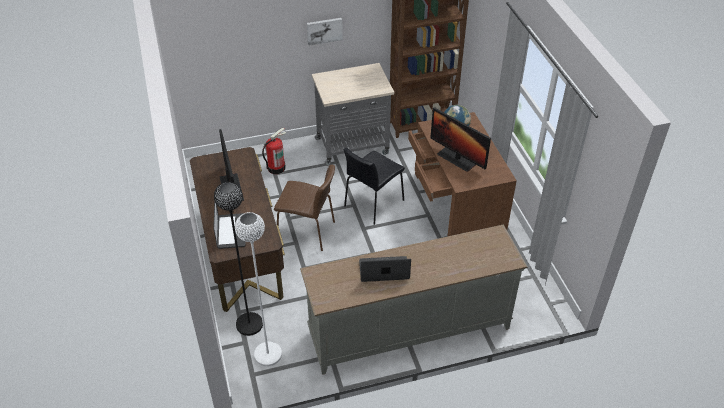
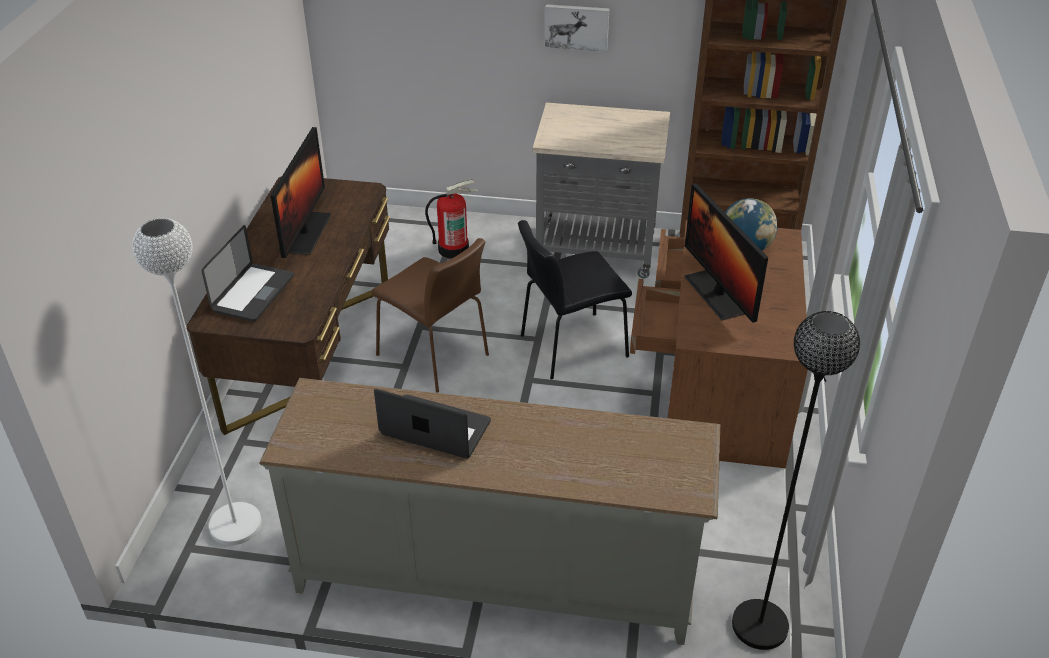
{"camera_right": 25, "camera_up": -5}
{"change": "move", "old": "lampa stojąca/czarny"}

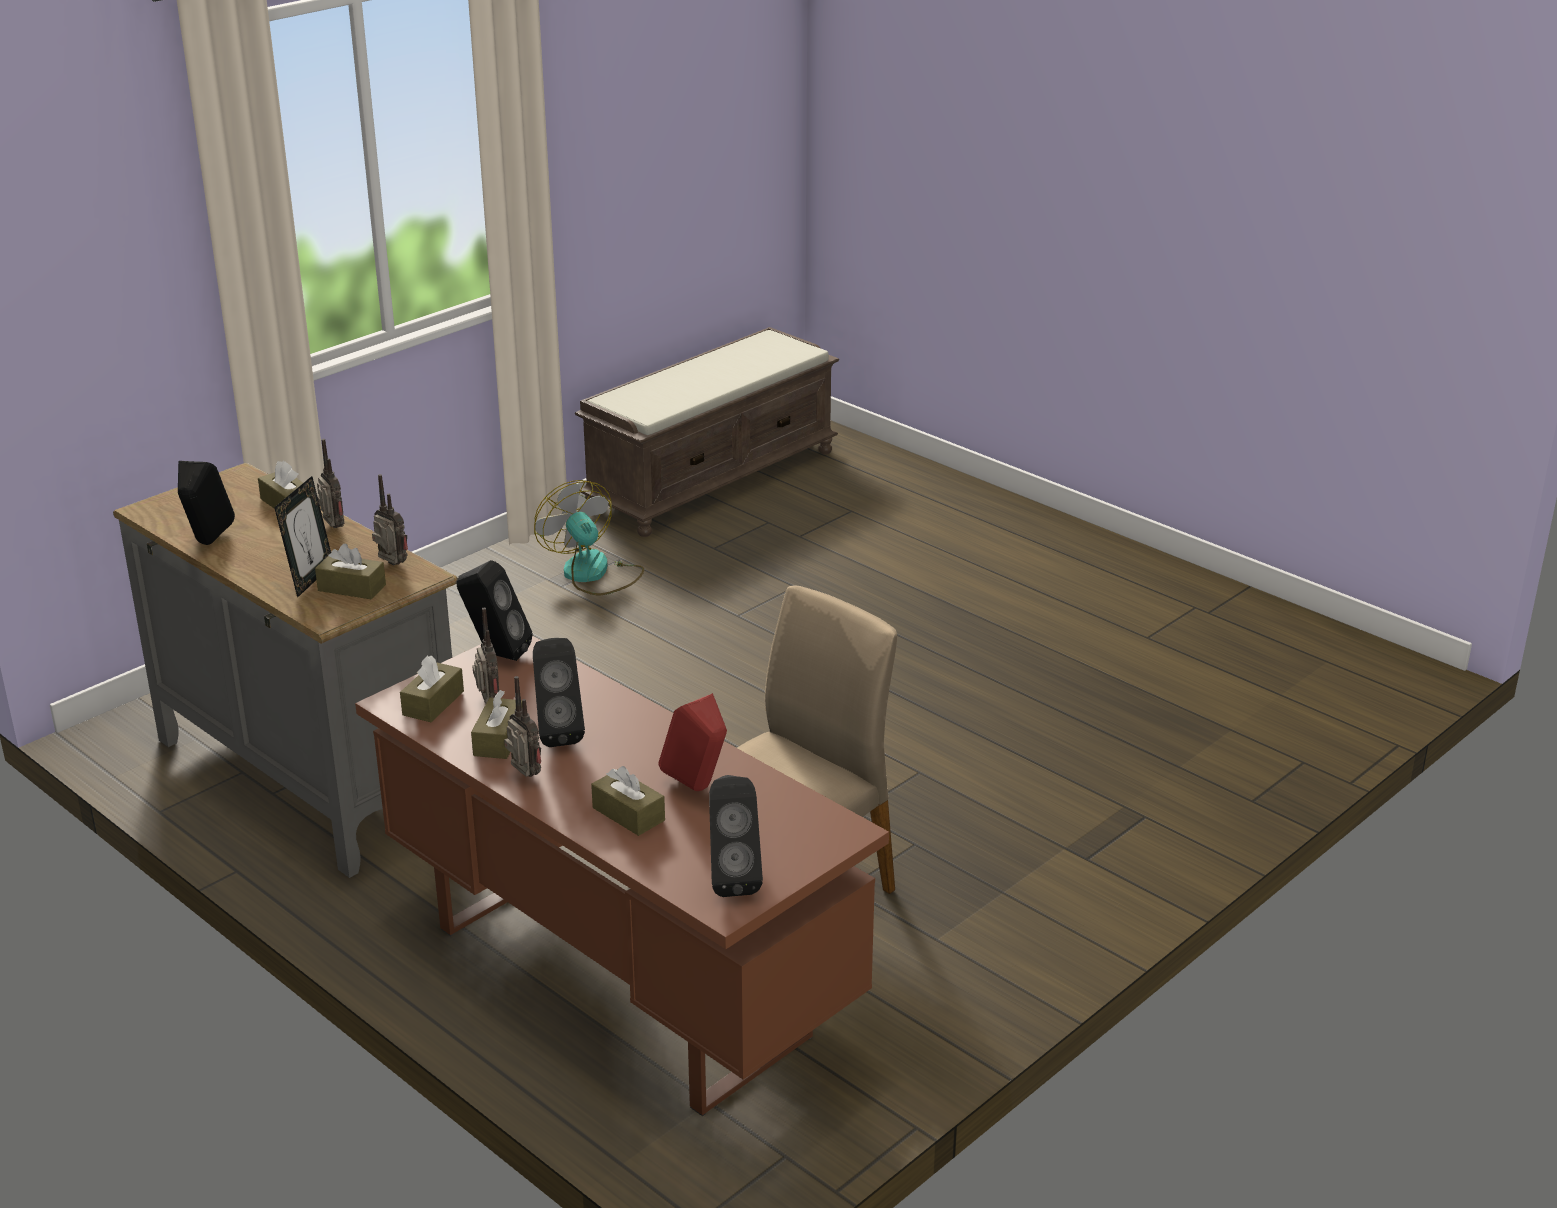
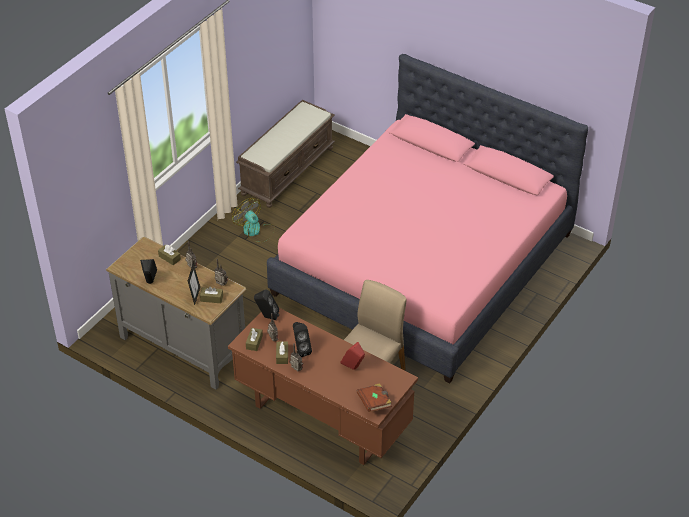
{"camera_right": -10, "camera_up": 15}
{"change": "delete", "old": "pudełko chusteczek/brązowy (5th from left)"}
{"change": "insert", "new": "łóżko/różowy"}
{"change": "replace", "old": "głośnik/czarny (4th from left)", "new": "książka/brązowy"}

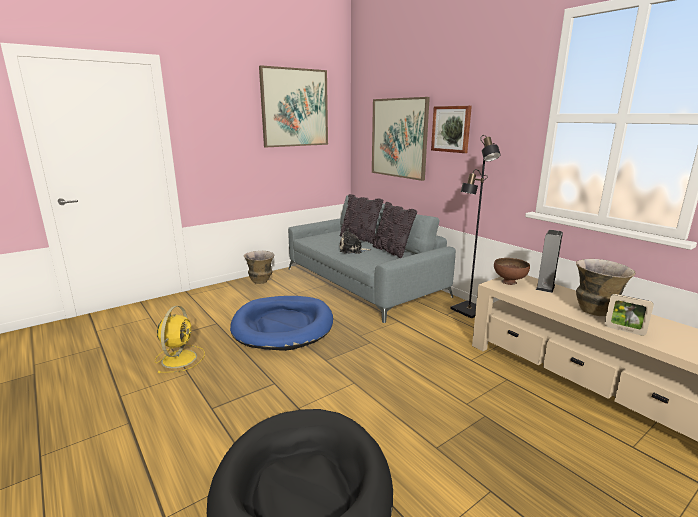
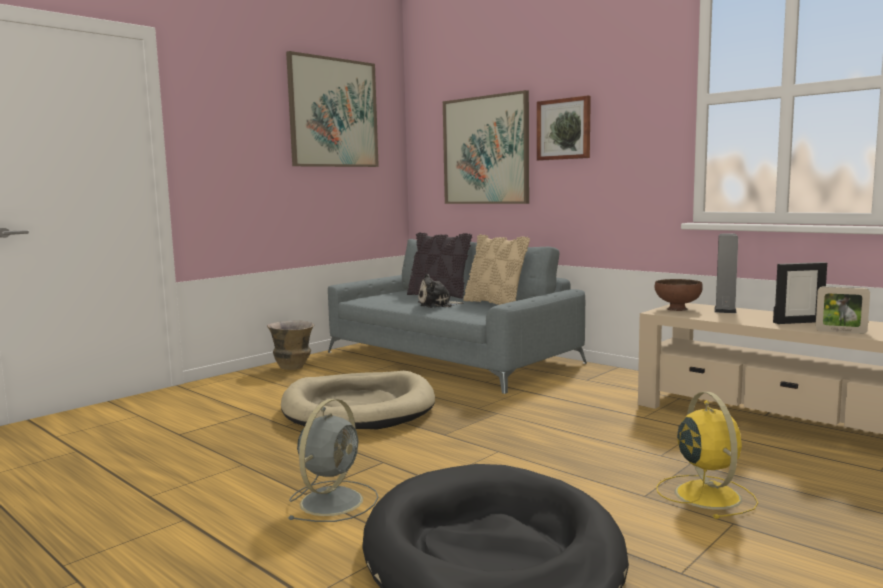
{"camera_right": -10, "camera_up": -10}
{"change": "delete", "old": "lampa stojąca/czarny"}
{"change": "insert", "new": "wentylator/szary"}
{"change": "move", "old": "wentylator/żółty"}
{"change": "replace", "old": "wazon (2nd from left)", "new": "ramka na zdjęcie (1st from left)"}
{"change": "recolor", "old": "legowisko/niebieski", "new": "legowisko/beżowy"}
{"change": "recolor", "old": "poduszka/czarny (2nd from left)", "new": "poduszka/beżowy"}

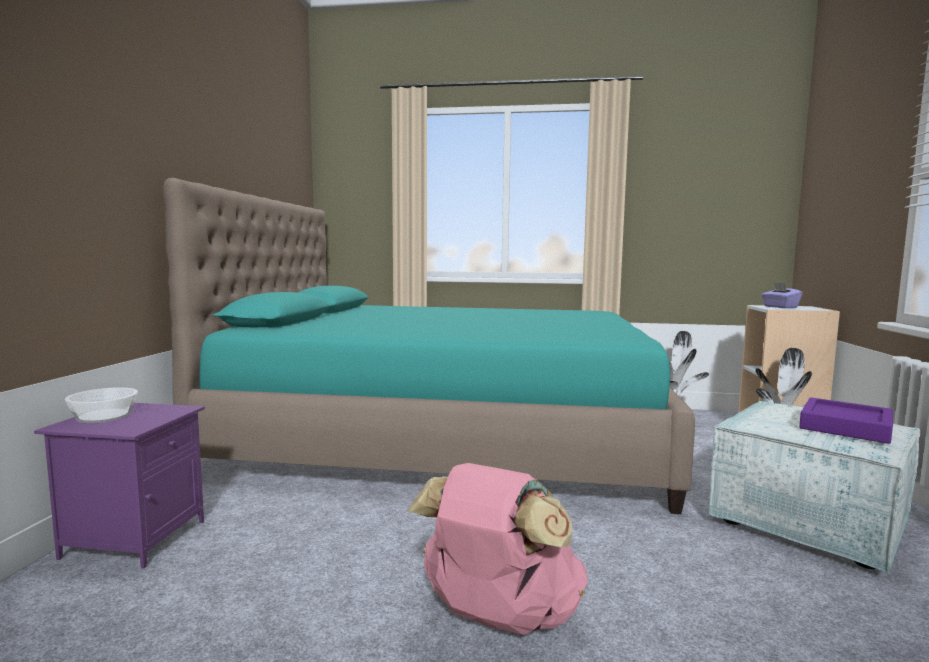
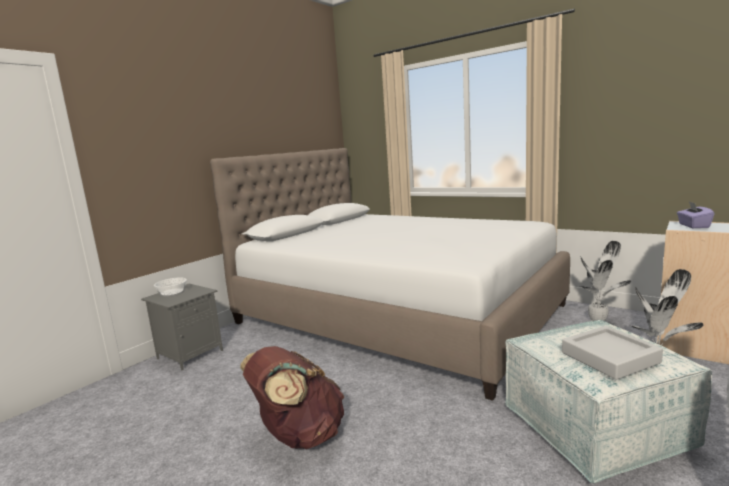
{"camera_right": 30, "camera_up": 5}
{"change": "recolor", "old": "szafka nocna/fioletowy", "new": "szafka nocna/szary"}
{"change": "recolor", "old": "łóżko/turkusowy", "new": "łóżko/biały"}
{"change": "recolor", "old": "plecak/różowy", "new": "plecak/brązowy"}
{"change": "recolor", "old": "taca/fioletowy", "new": "taca/szary"}

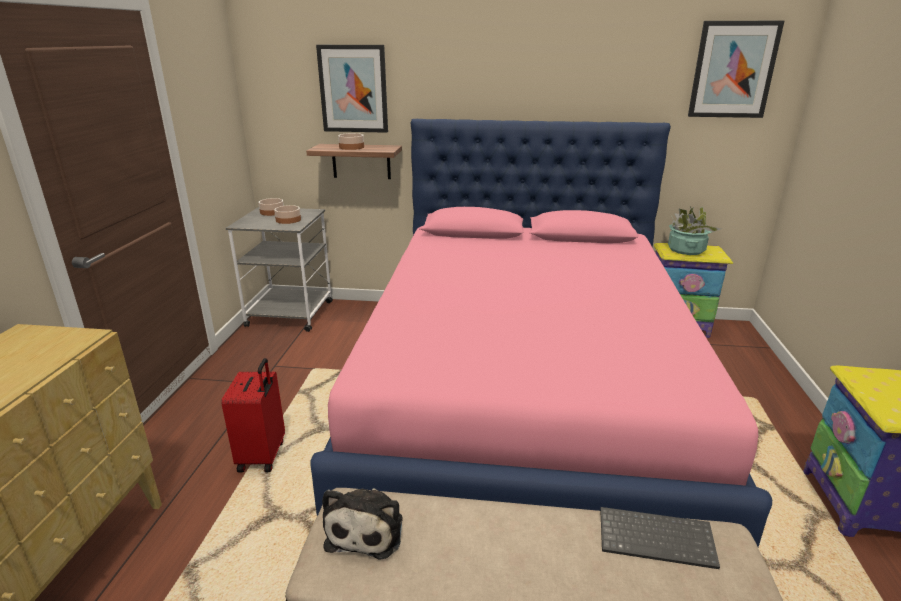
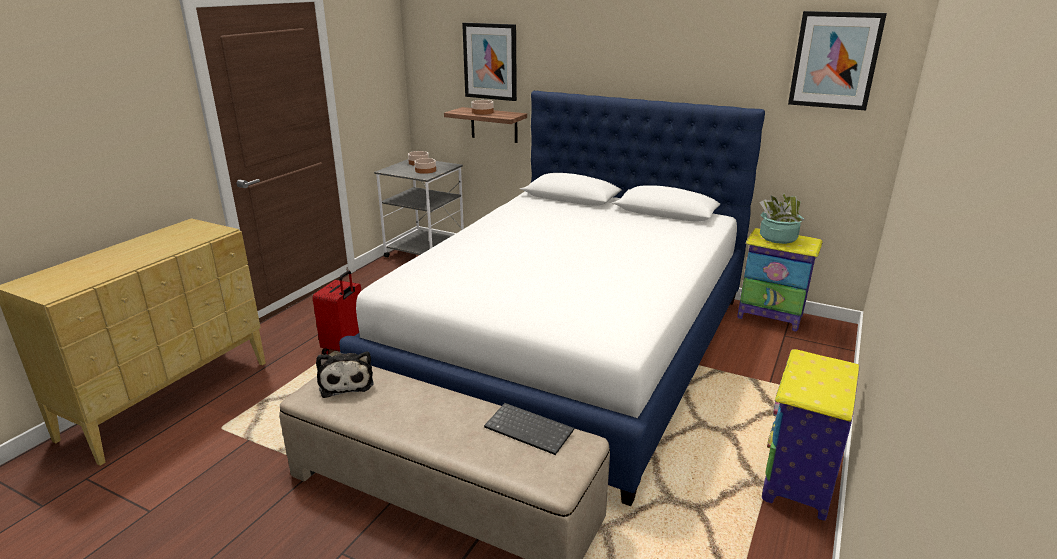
{"camera_right": 20, "camera_up": 0}
{"change": "recolor", "old": "łóżko/różowy", "new": "łóżko/biały"}
{"change": "rotate", "old": "pluszak", "degrees": -45}

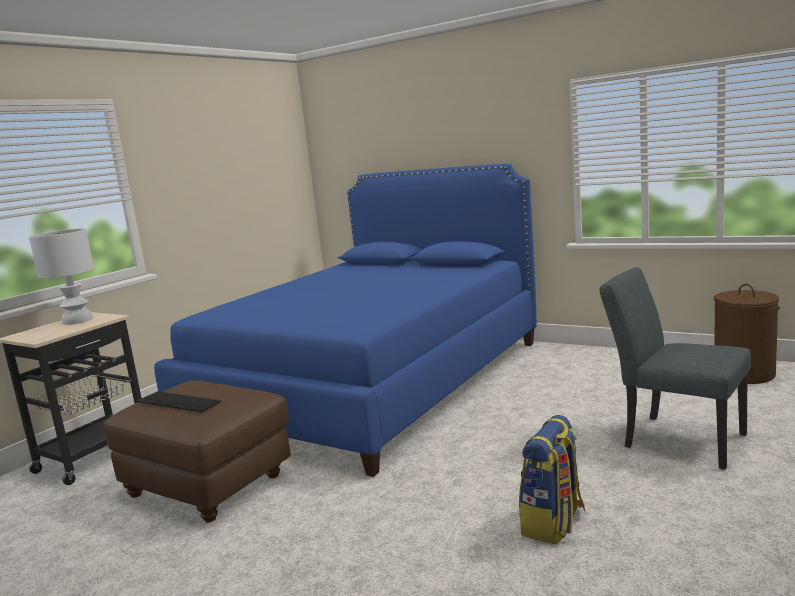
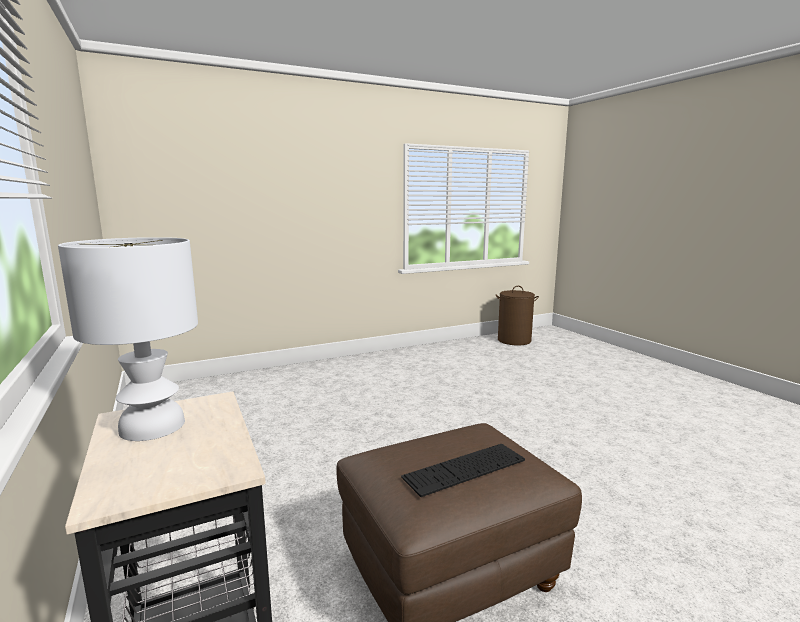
{"camera_right": -60, "camera_up": 0}
{"change": "delete", "old": "łóżko/niebieski"}
{"change": "delete", "old": "plecak"}
{"change": "delete", "old": "krzesło/szary"}

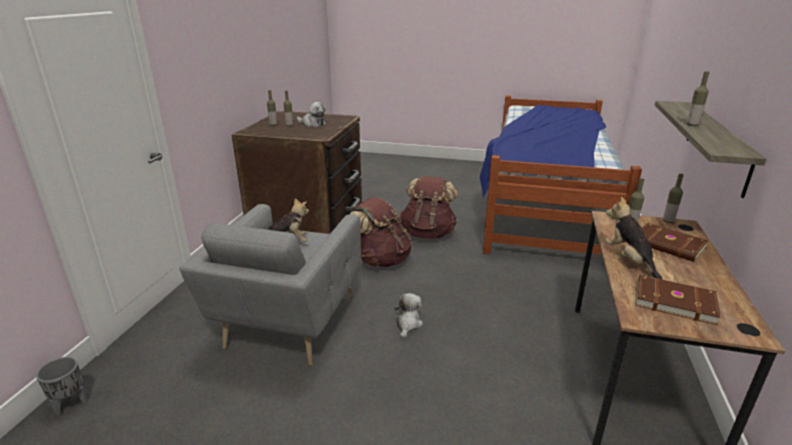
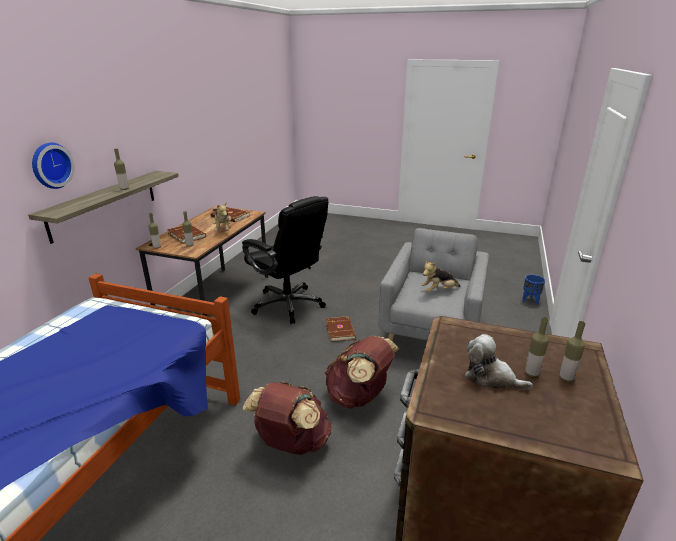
{"camera_right": -175, "camera_up": 0}
{"change": "insert", "new": "zegar ścienny"}
{"change": "insert", "new": "krzesło biurowe/czarny"}
{"change": "replace", "old": "pluszak (3rd from left)", "new": "książka/brązowy (3rd from left)"}
{"change": "recolor", "old": "donica/szary", "new": "donica/niebieski"}

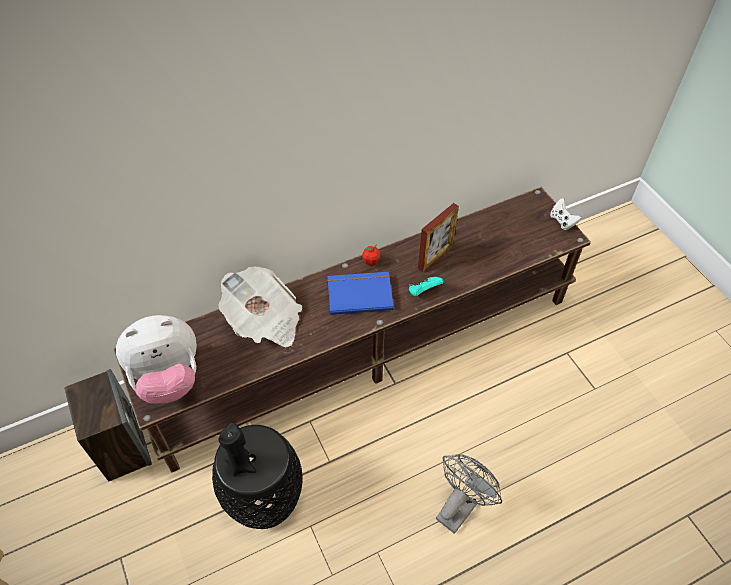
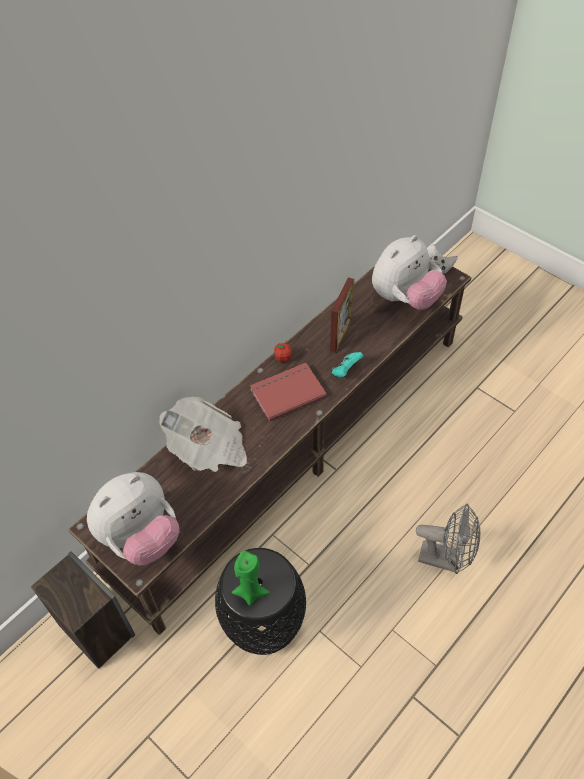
{"camera_right": -20, "camera_up": 0}
{"change": "insert", "new": "pluszak (2nd from left)"}
{"change": "recolor", "old": "świeca/czarny", "new": "świeca/zielony"}
{"change": "recolor", "old": "książka/niebieski", "new": "książka/czerwony"}
{"change": "rotate", "old": "wentylator/szary", "degrees": 90}

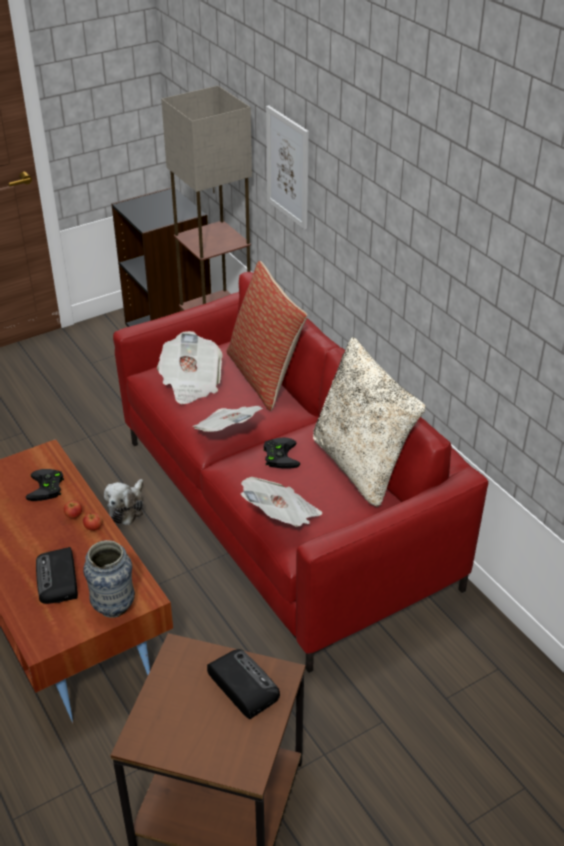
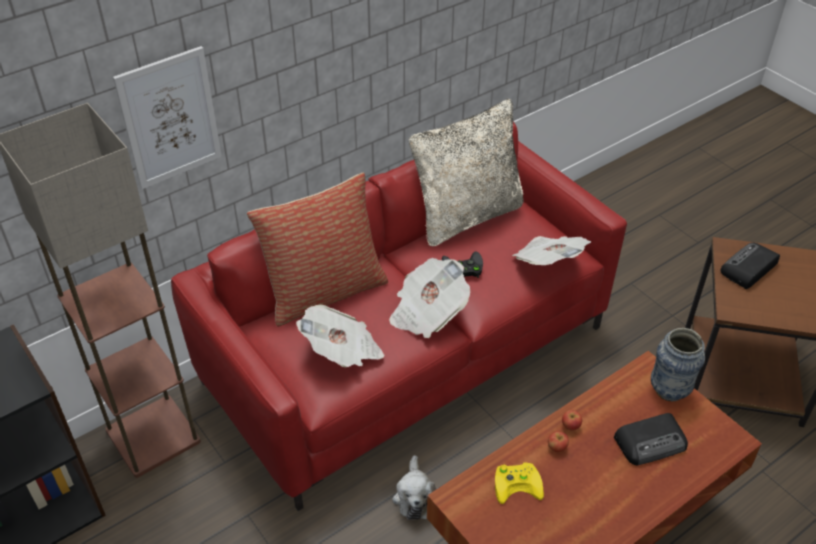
{"camera_right": -95, "camera_up": 5}
{"change": "recolor", "old": "pad do gier/czarny (1st from left)", "new": "pad do gier/żółty"}
{"change": "rotate", "old": "pluszak", "degrees": 75}

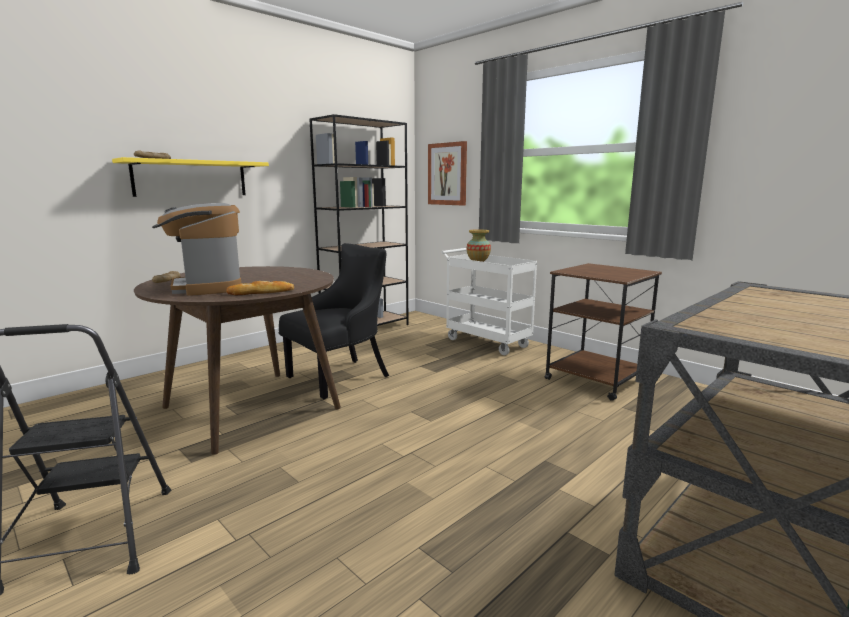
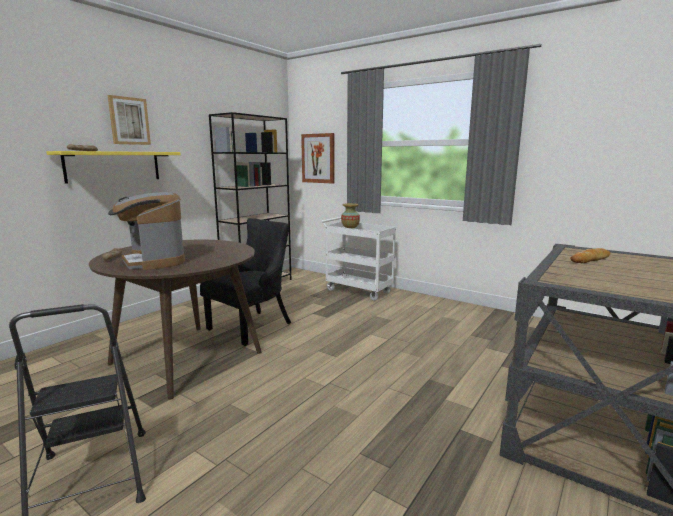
{"camera_right": -10, "camera_up": 0}
{"change": "delete", "old": "wózek/brązowy"}
{"change": "insert", "new": "obraz (1st from left)"}
{"change": "move", "old": "chleb (3rd from left)"}

